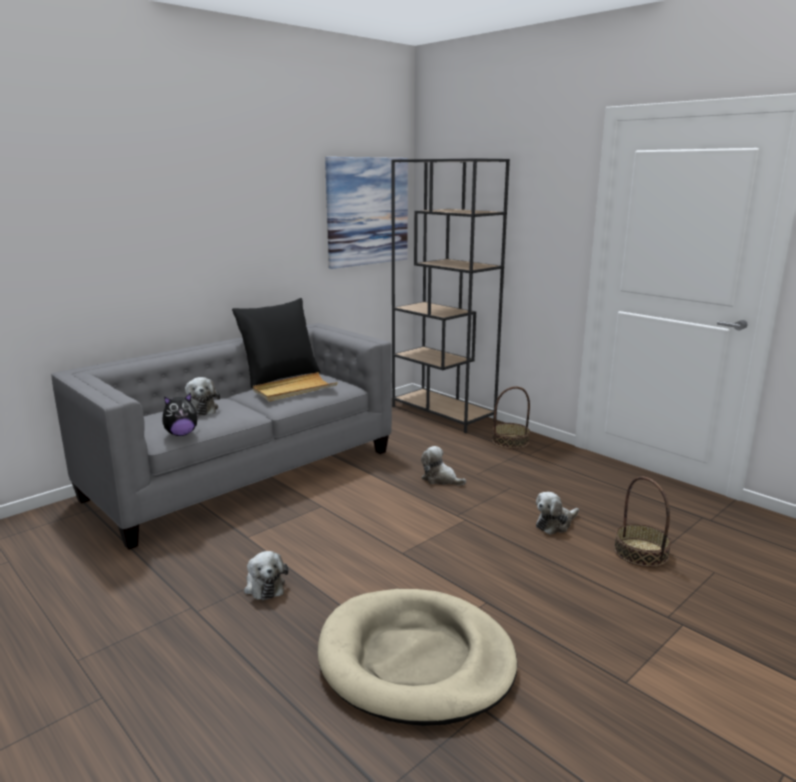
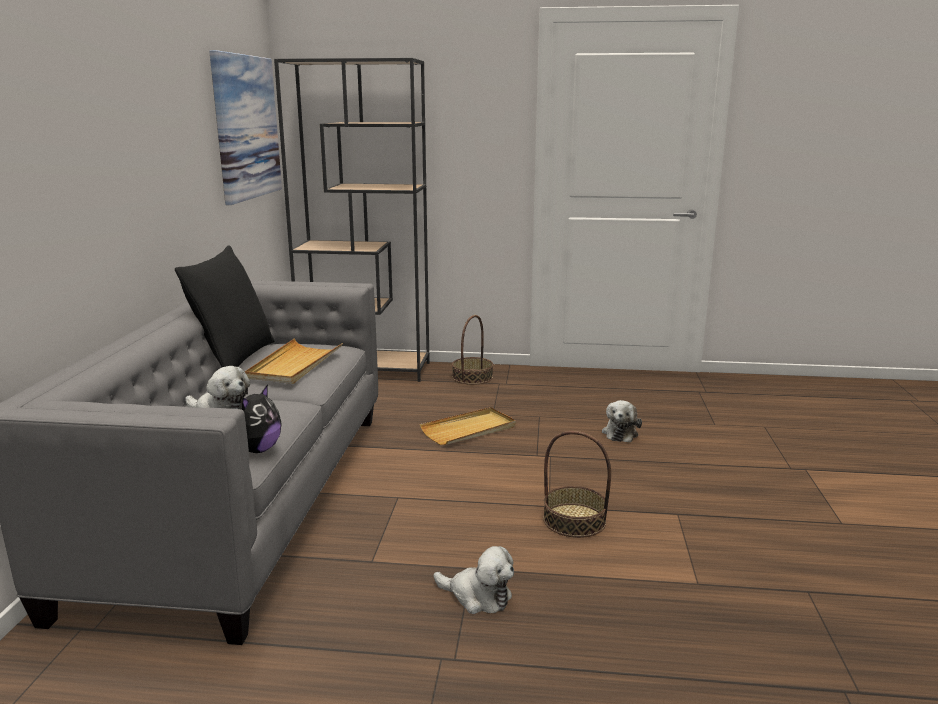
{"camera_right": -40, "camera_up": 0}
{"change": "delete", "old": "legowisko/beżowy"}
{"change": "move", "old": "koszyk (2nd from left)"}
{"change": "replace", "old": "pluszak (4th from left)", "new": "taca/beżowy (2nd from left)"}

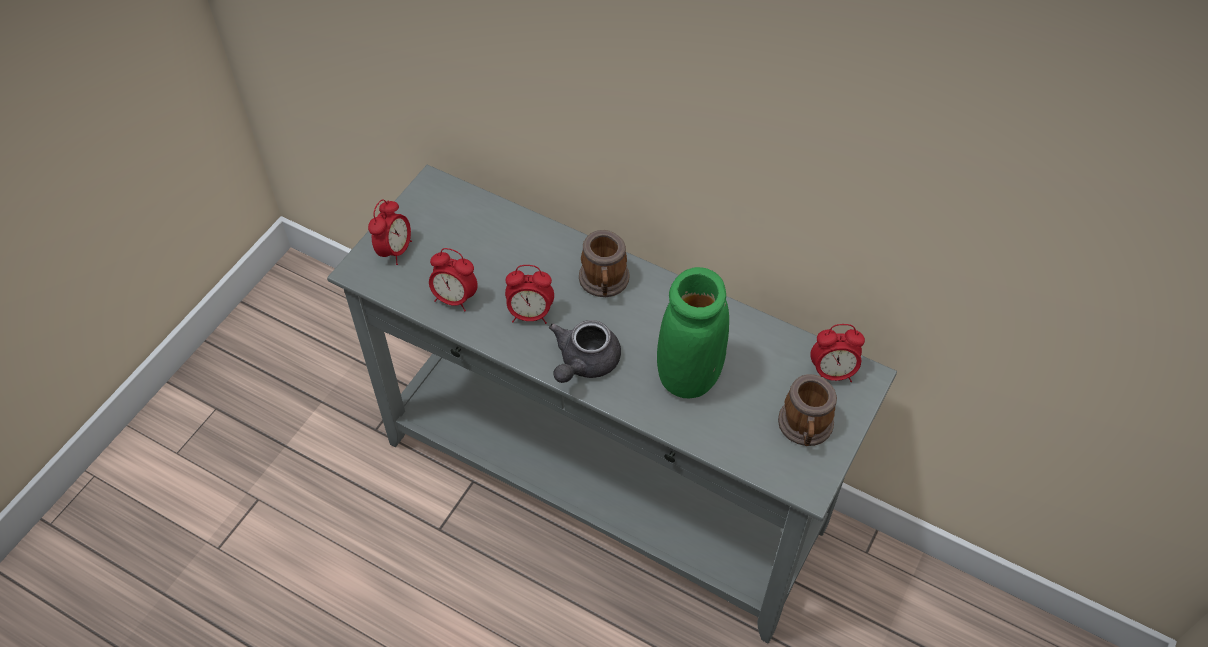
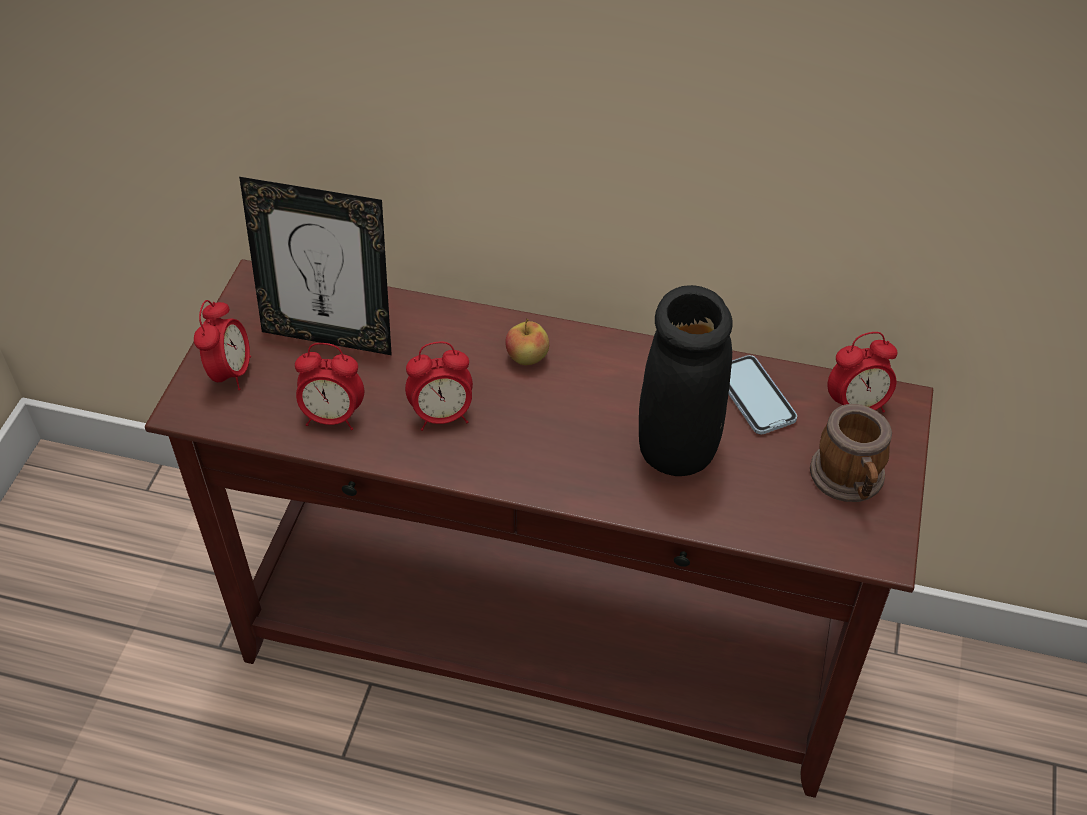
{"camera_right": -15, "camera_up": -5}
{"change": "delete", "old": "imbryk/szary"}
{"change": "insert", "new": "ramka na zdjęcie"}
{"change": "insert", "new": "telefon"}
{"change": "replace", "old": "kubek (1st from left)", "new": "jabłko"}
{"change": "recolor", "old": "stolik konsolowy/szary", "new": "stolik konsolowy/brązowy"}
{"change": "recolor", "old": "wazon/zielony", "new": "wazon/czarny"}

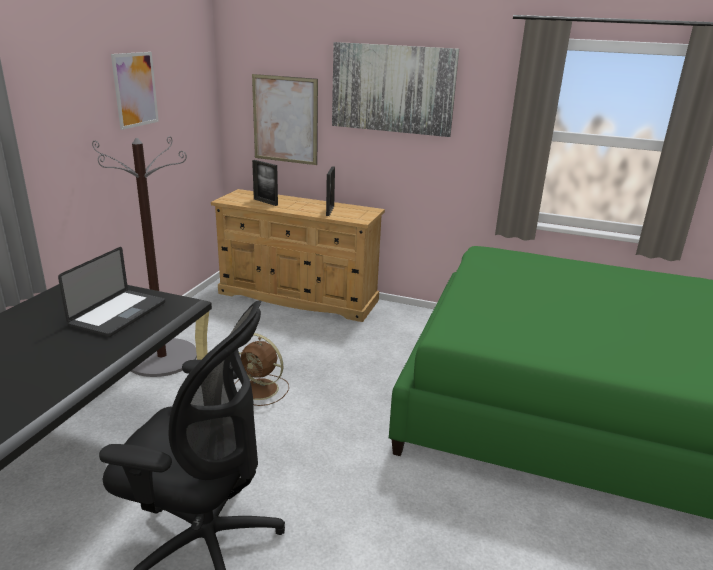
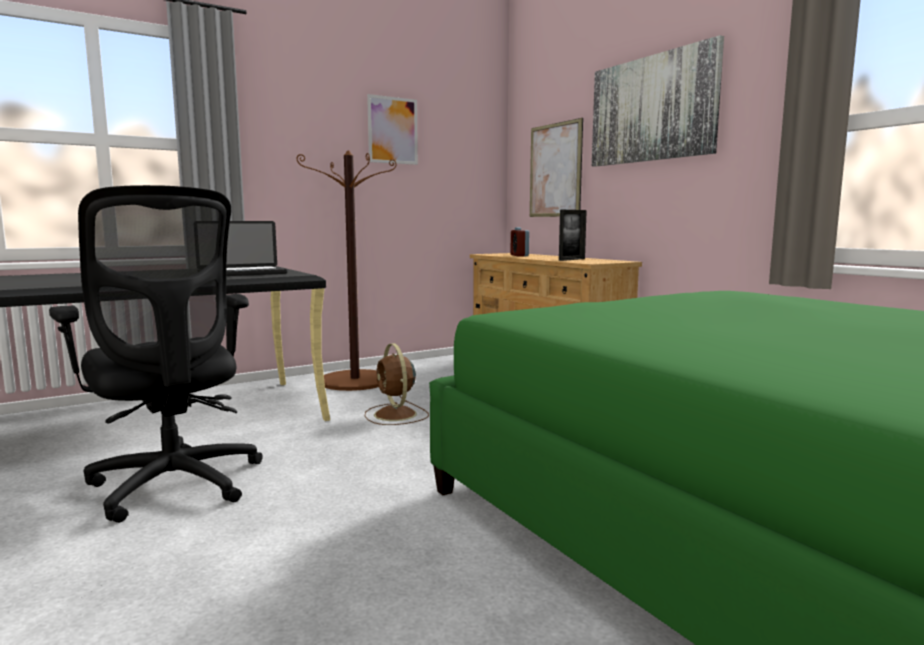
{"camera_right": 40, "camera_up": -15}
{"change": "replace", "old": "ramka na zdjęcie (1st from left)", "new": "budzik"}
{"change": "recolor", "old": "wieszak/szary", "new": "wieszak/brązowy"}

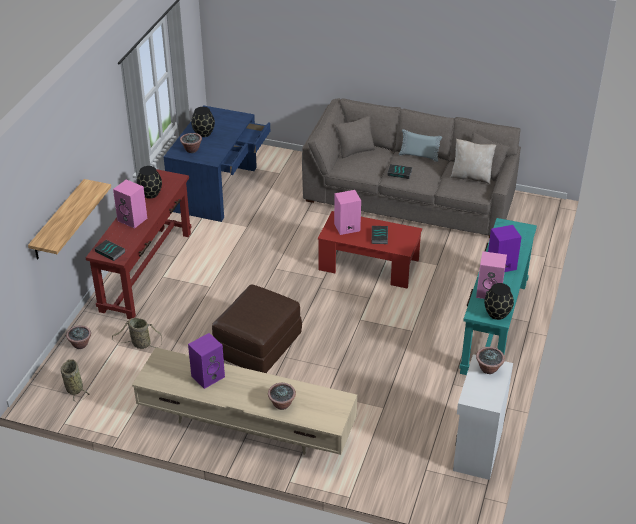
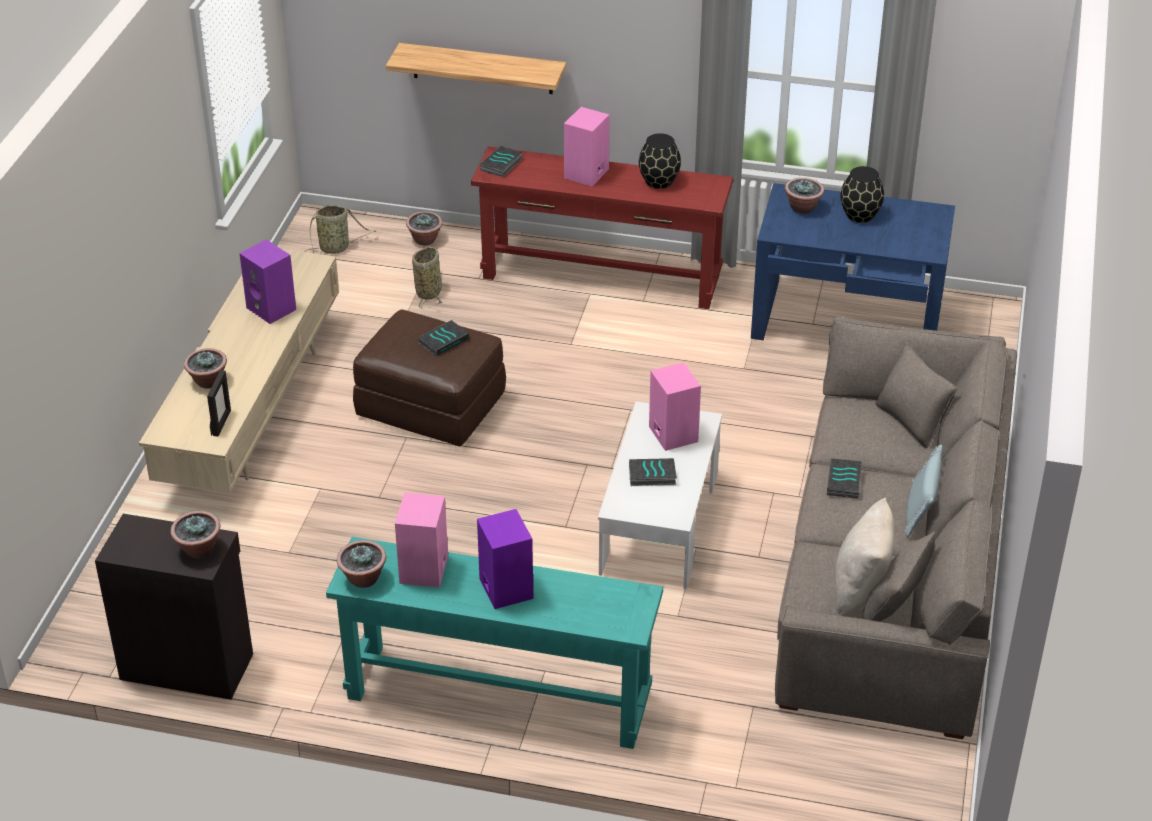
{"camera_right": 85, "camera_up": 0}
{"change": "insert", "new": "ramka na zdjęcie"}
{"change": "insert", "new": "książka (1st from left)"}
{"change": "replace", "old": "wazon/czarny (3rd from left)", "new": "roślina doniczkowa (3rd from left)"}
{"change": "recolor", "old": "ława/czerwony", "new": "ława/biały"}
{"change": "recolor", "old": "szafka/biały", "new": "szafka/czarny"}

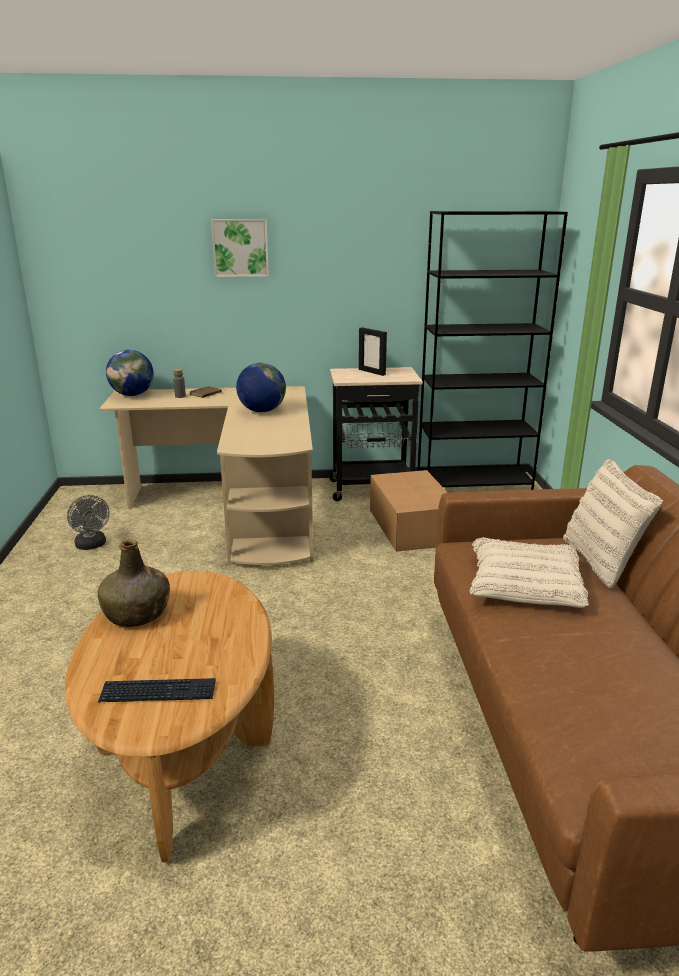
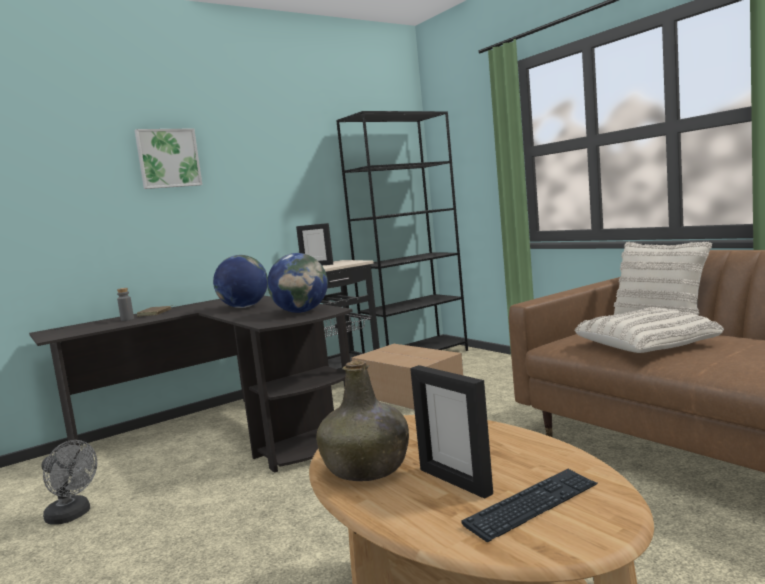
{"camera_right": -30, "camera_up": -15}
{"change": "insert", "new": "ramka na zdjęcie (2nd from left)"}
{"change": "move", "old": "globus (1st from left in the first image)", "new": "globus (2nd from left)"}
{"change": "recolor", "old": "biurko/beżowy", "new": "biurko/czarny"}

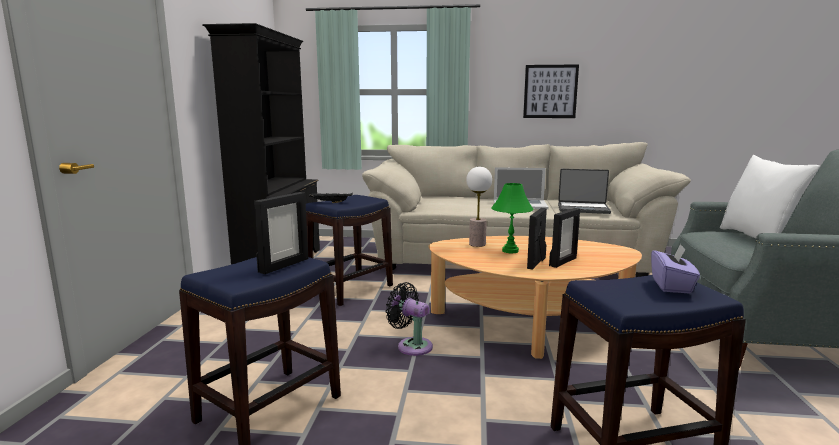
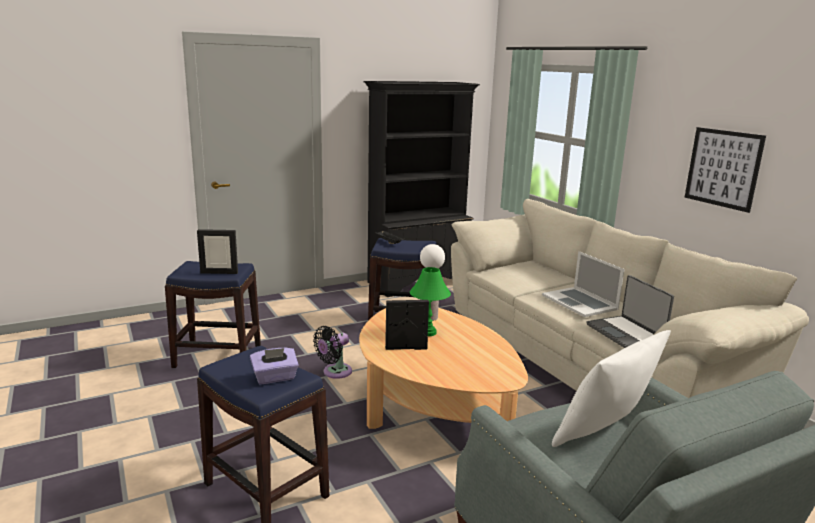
{"camera_right": 55, "camera_up": 5}
{"change": "delete", "old": "ramka na zdjęcie (3rd from left)"}
{"change": "rotate", "old": "wentylator/czarny", "degrees": -135}

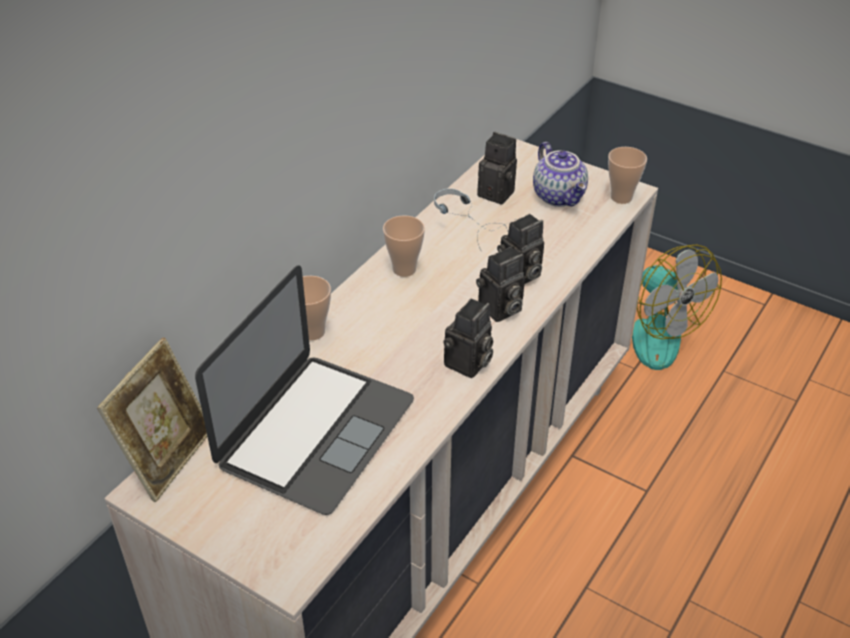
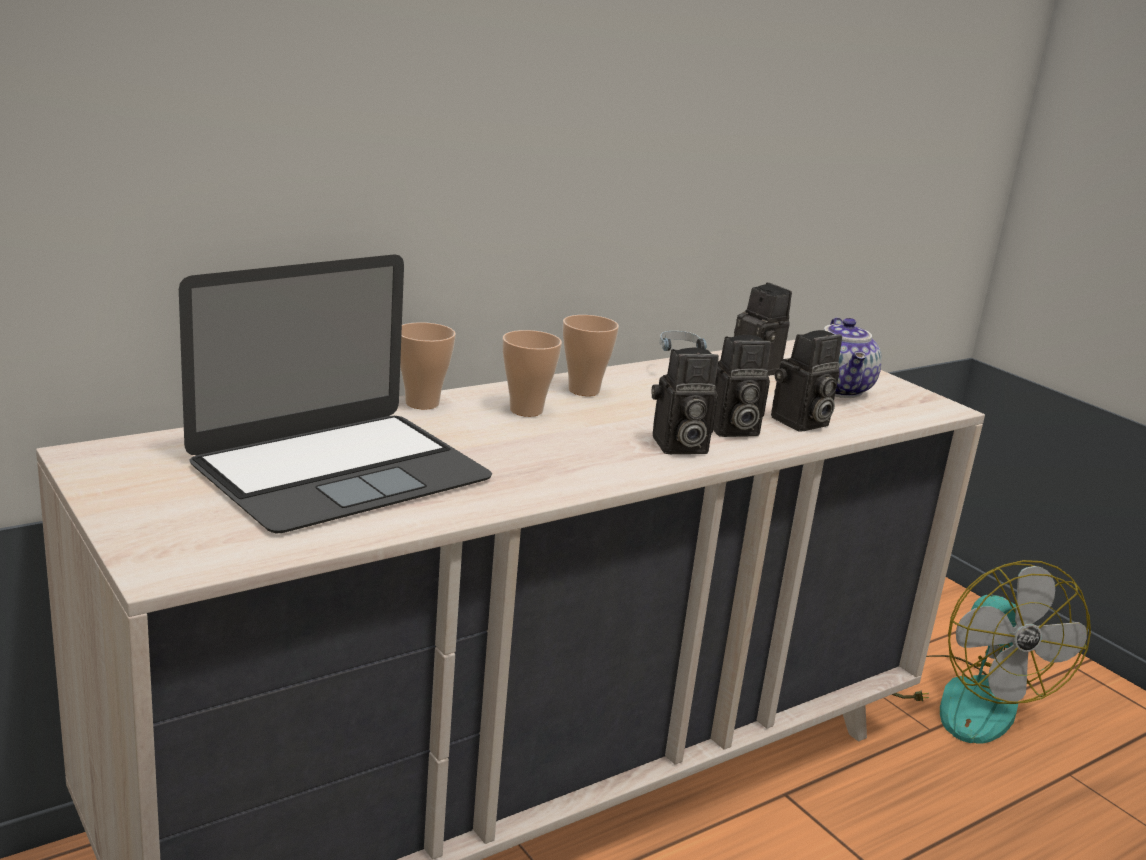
{"camera_right": 20, "camera_up": -20}
{"change": "delete", "old": "ramka na zdjęcie"}
{"change": "move", "old": "aparat fotograficzny (1st from left in the first image)", "new": "aparat fotograficzny (4th from left)"}
{"change": "move", "old": "filiżanka (3rd from left in the first image)", "new": "filiżanka (2nd from left)"}

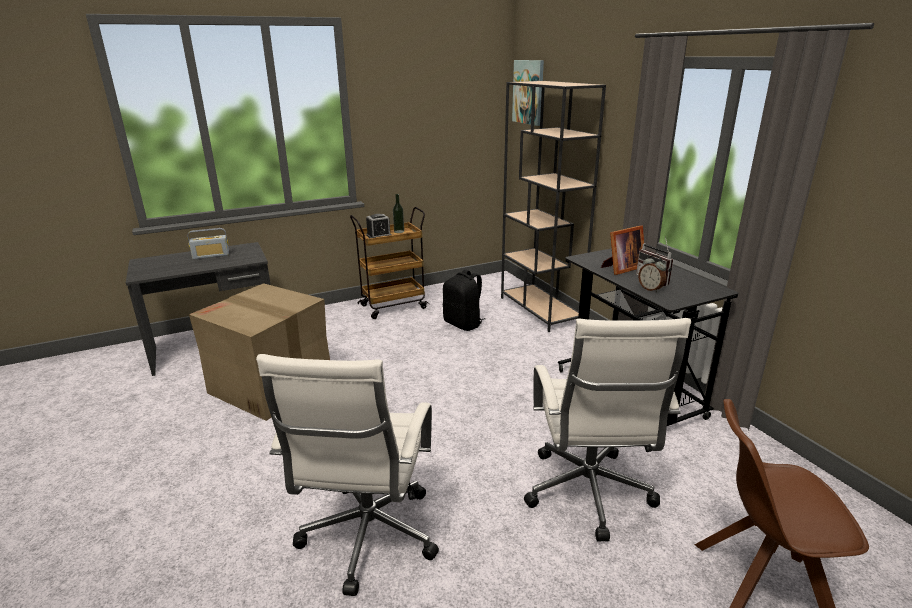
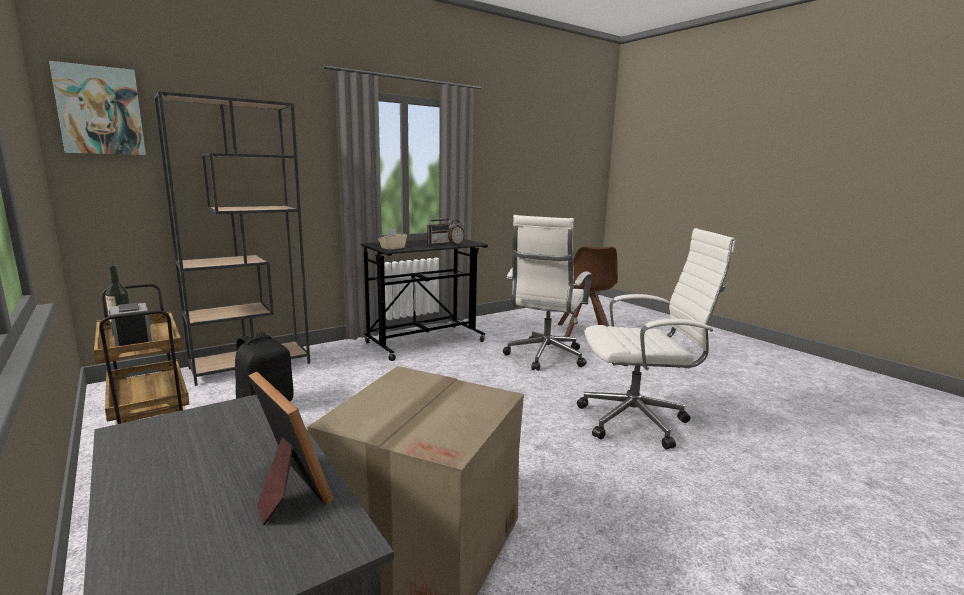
{"camera_right": -100, "camera_up": -10}
{"change": "delete", "old": "radio (1st from left)"}
{"change": "insert", "new": "pudełko chusteczek/beżowy"}
{"change": "move", "old": "ramka na zdjęcie"}
{"change": "rotate", "old": "krzesło biurowe/biały (2nd from left in the first image)", "degrees": 120}

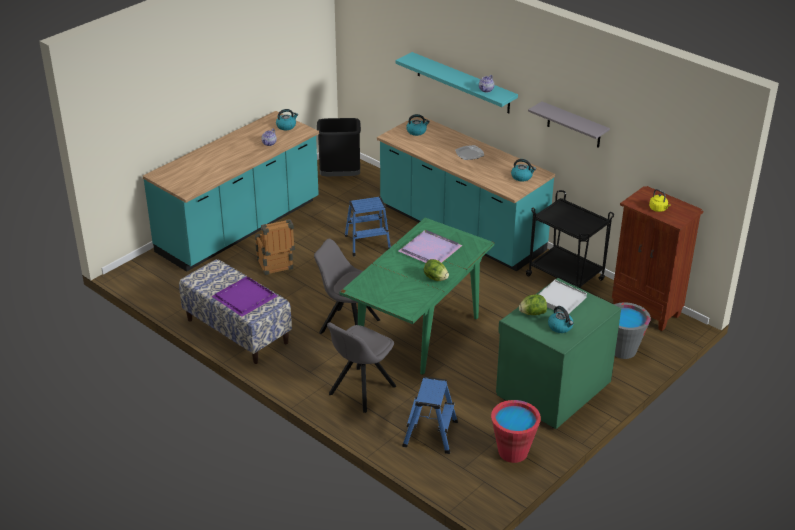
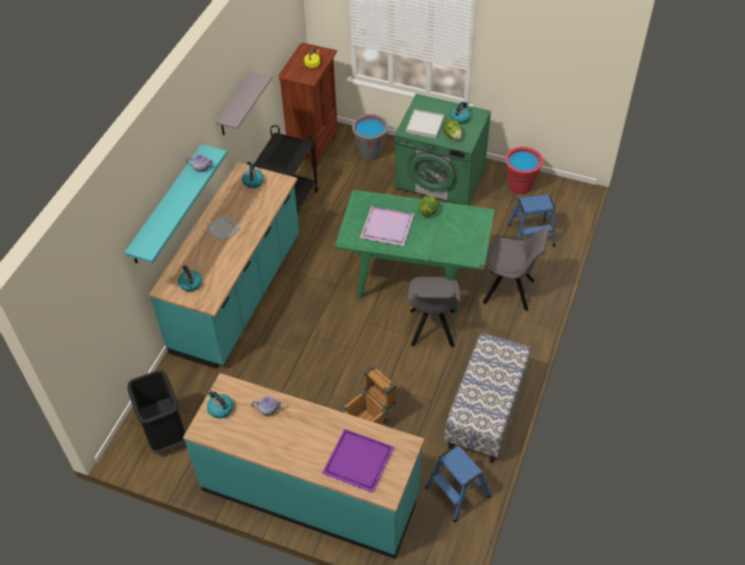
{"camera_right": -110, "camera_up": 15}
{"change": "move", "old": "taca/fioletowy (1st from left)"}
{"change": "move", "old": "drabinka/niebieski (1st from left)"}

